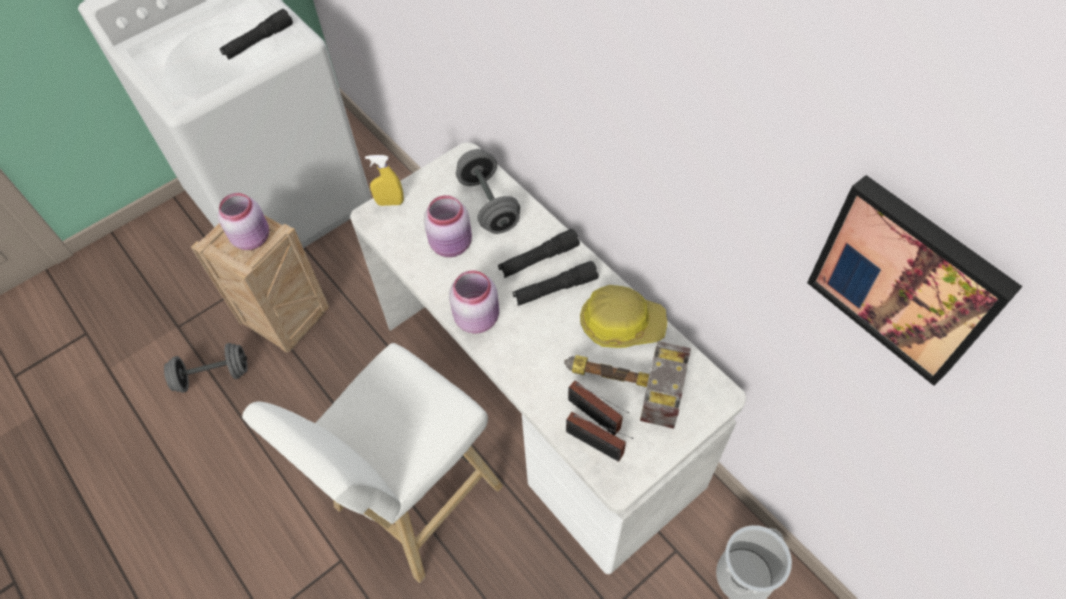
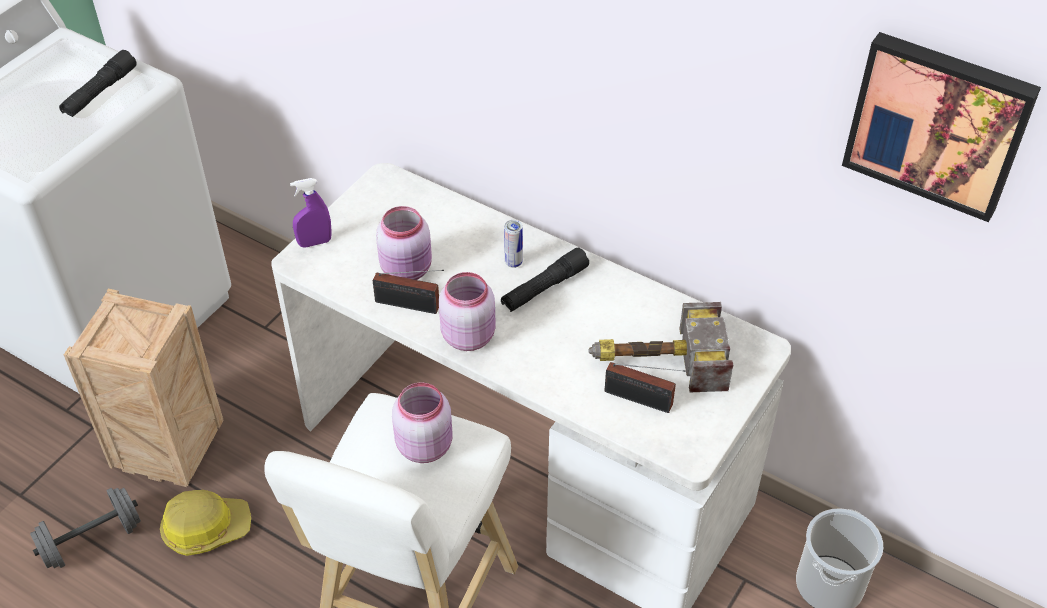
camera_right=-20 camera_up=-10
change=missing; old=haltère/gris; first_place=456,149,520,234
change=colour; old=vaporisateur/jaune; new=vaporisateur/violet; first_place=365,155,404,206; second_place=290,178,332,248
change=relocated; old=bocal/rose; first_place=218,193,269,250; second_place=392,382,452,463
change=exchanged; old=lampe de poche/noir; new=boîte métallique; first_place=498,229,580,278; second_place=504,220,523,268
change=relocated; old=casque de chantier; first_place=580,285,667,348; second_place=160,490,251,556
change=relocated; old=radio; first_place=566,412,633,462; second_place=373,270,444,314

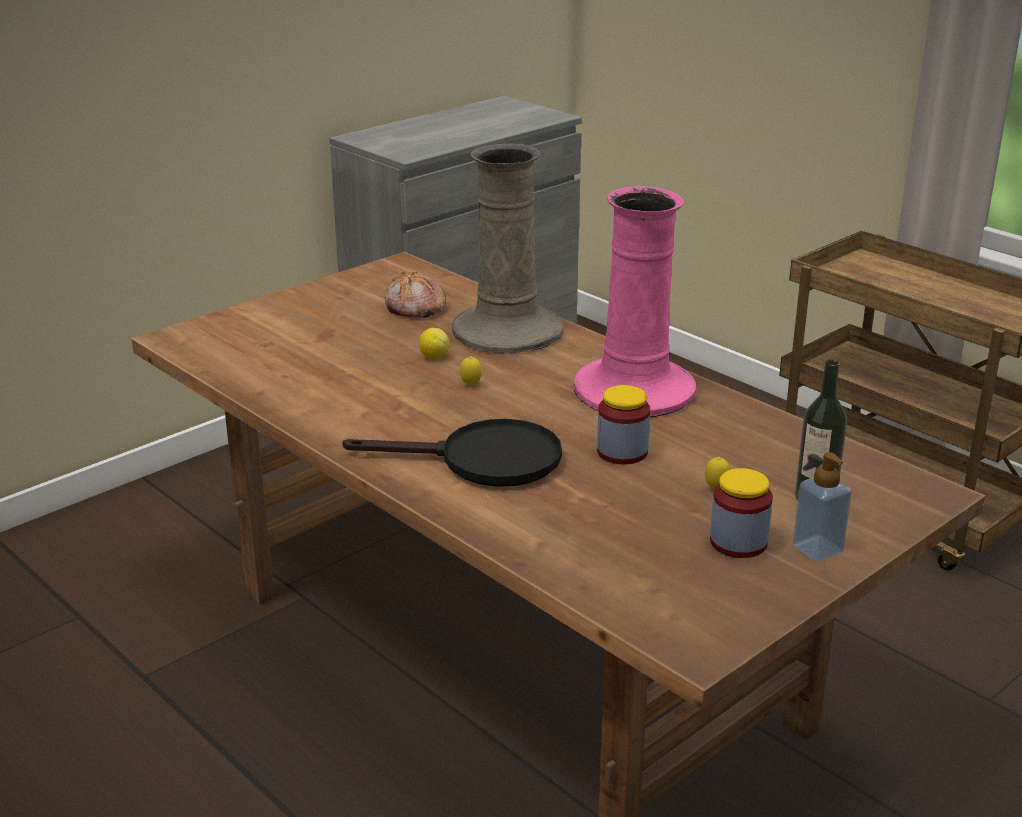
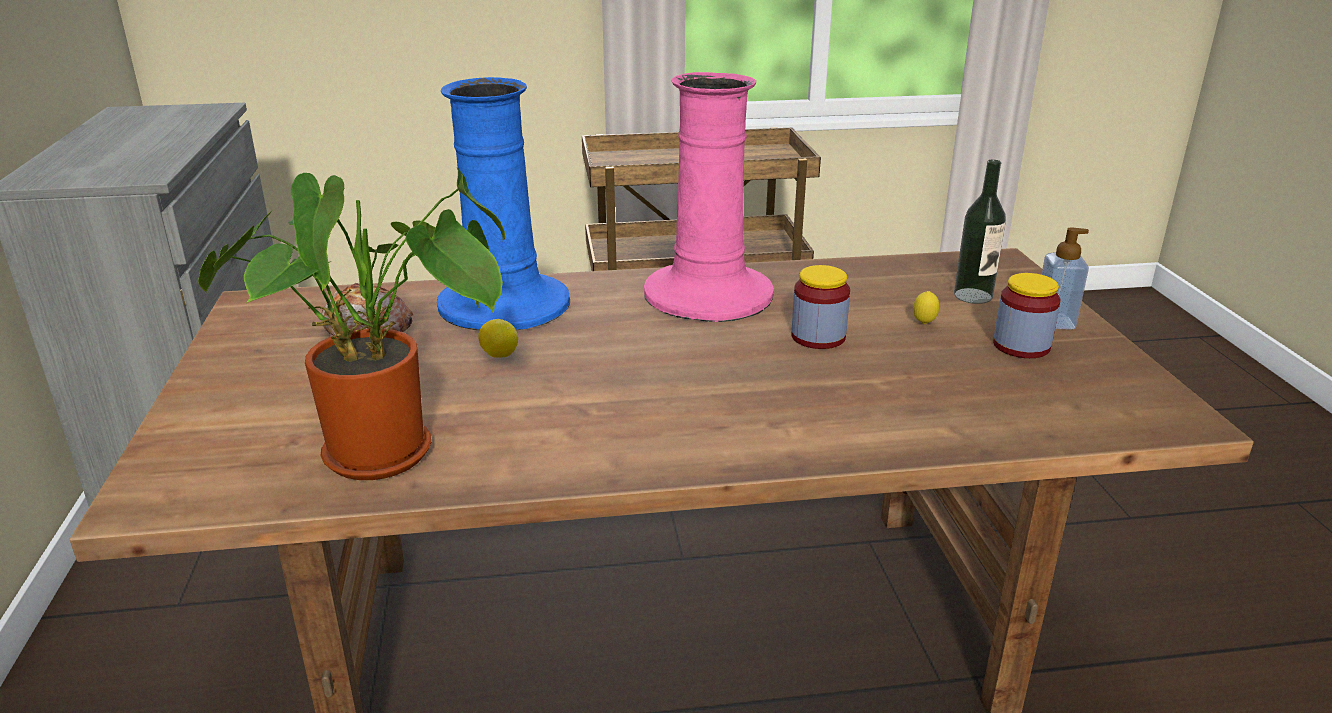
camera_right=-55 camera_up=0
change=colour; old=vase/beige; new=vase/bleu; first_place=452,144,563,354; second_place=437,77,570,331
change=missing; old=citron; first_place=460,356,482,385
change=missing; old=poêle/noir; first_place=342,419,562,487
change=appeared; new=plante en pot; second_place=198,167,505,480

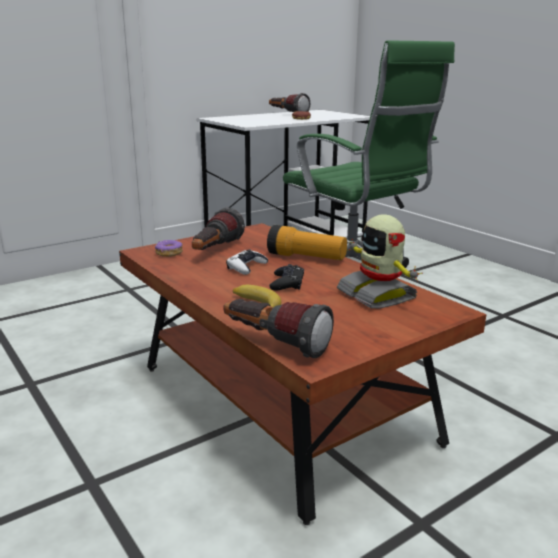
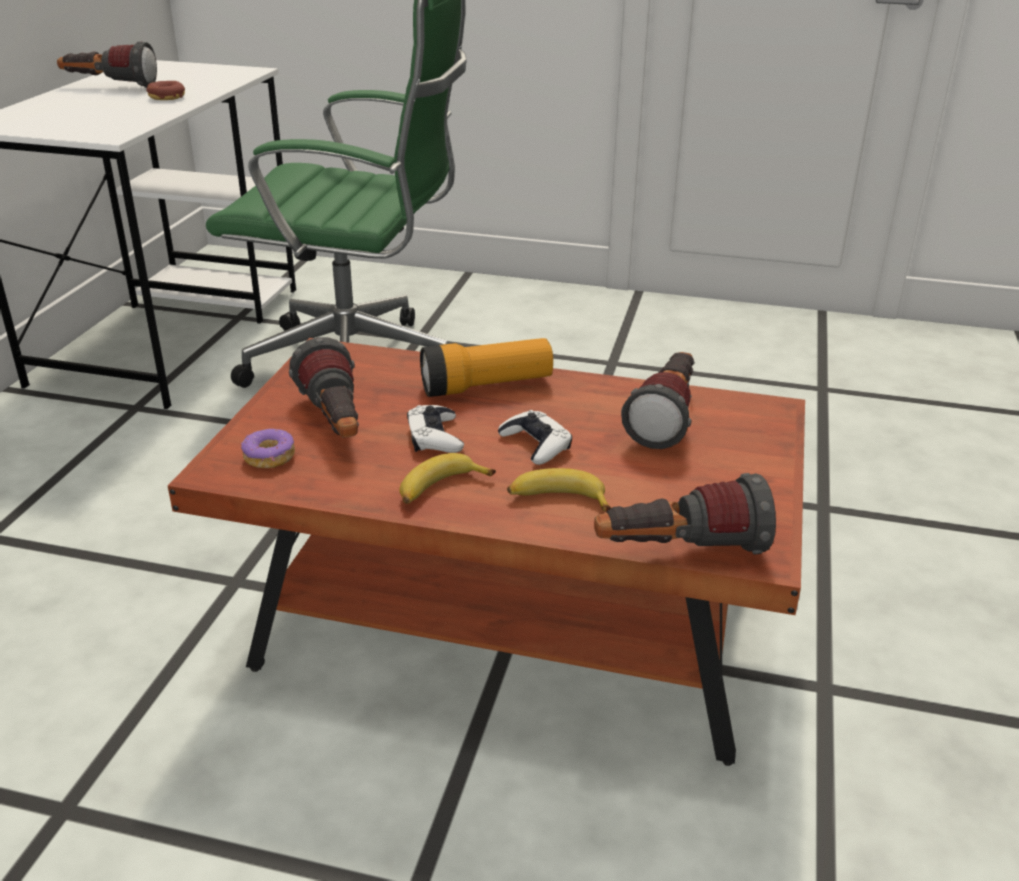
camera_right=-40 camera_up=10
change=exchanged; old=robot jouet; new=lampe de poche; first_place=337,214,422,308; second_place=621,352,695,449
change=colour; old=manette/noir; new=manette/blanc; first_place=269,264,304,290; second_place=498,410,572,465
change=appeared; new=banane; second_place=399,453,496,504

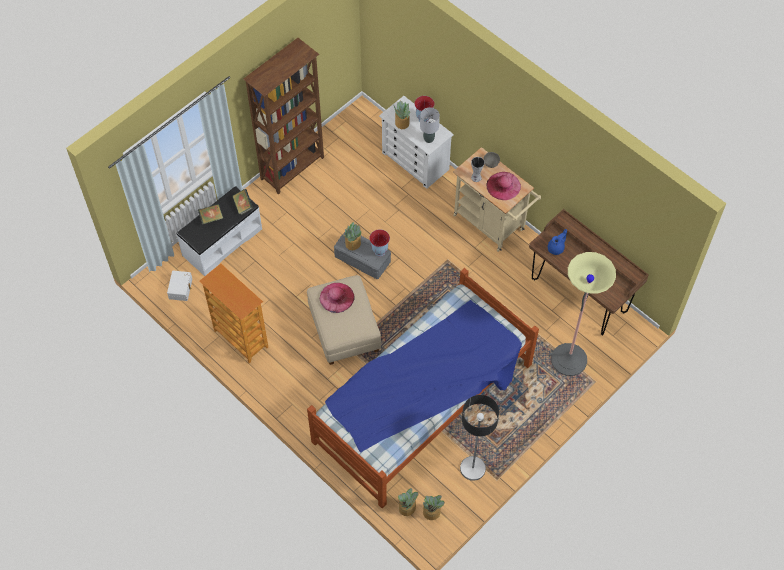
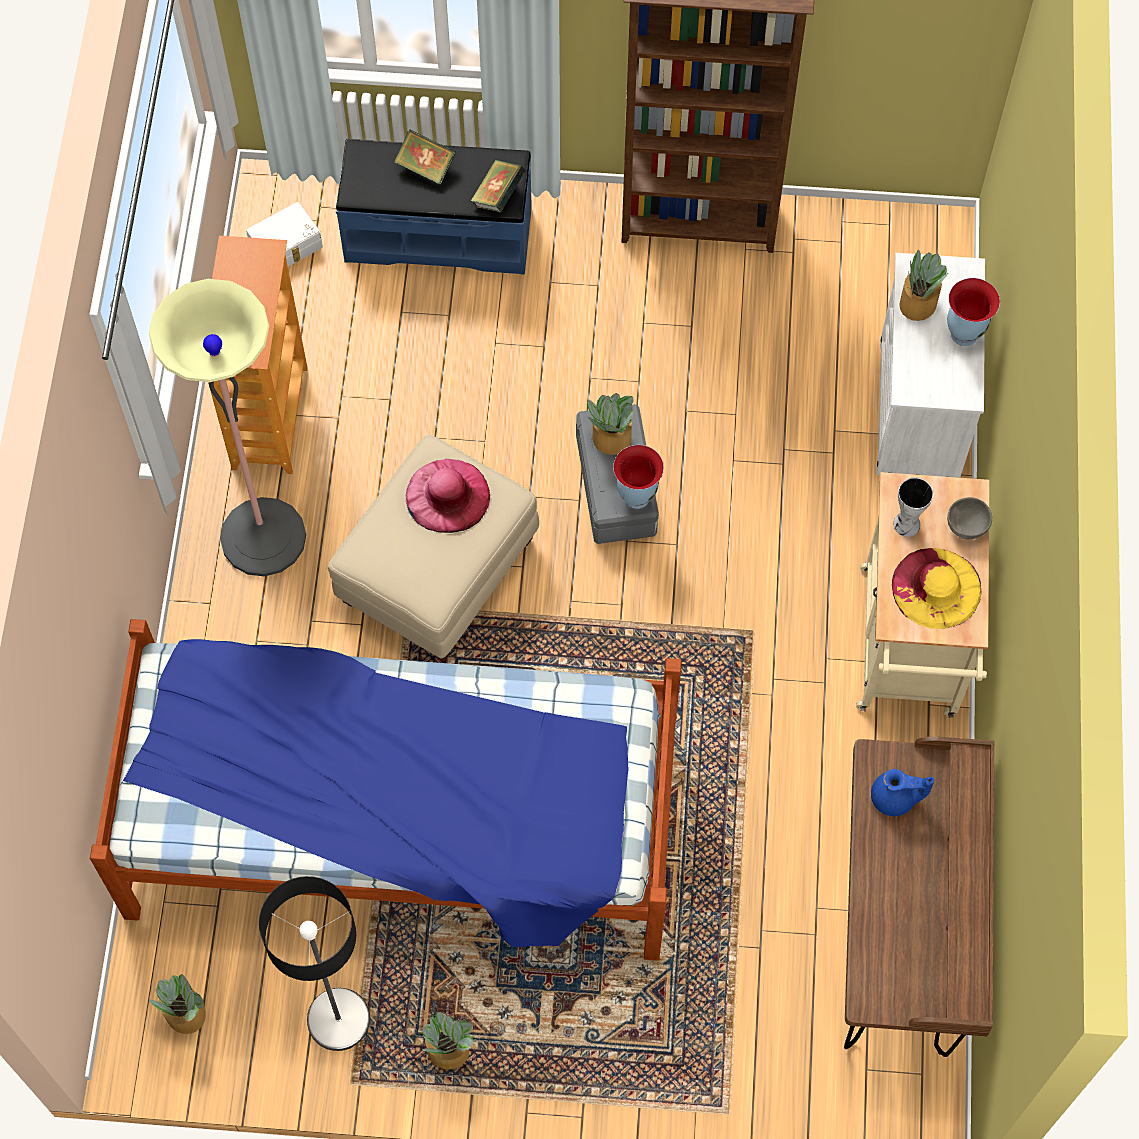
camera_right=50 camera_up=5
change=missing; old=lampe de table/gris; first_place=420,107,440,143
change=colour; old=chapeau/rose; new=chapeau/jaune; first_place=486,172,521,200; second_place=892,548,981,629
change=colour; old=banc/blanc; new=banc/bleu; first_place=176,186,262,276; second_place=336,139,532,275
change=relocated; old=lampadaire; first_place=551,252,616,376; second_place=149,279,306,576
change=relocated; old=plante en pot; first_place=398,488,418,516; second_place=422,1012,473,1070

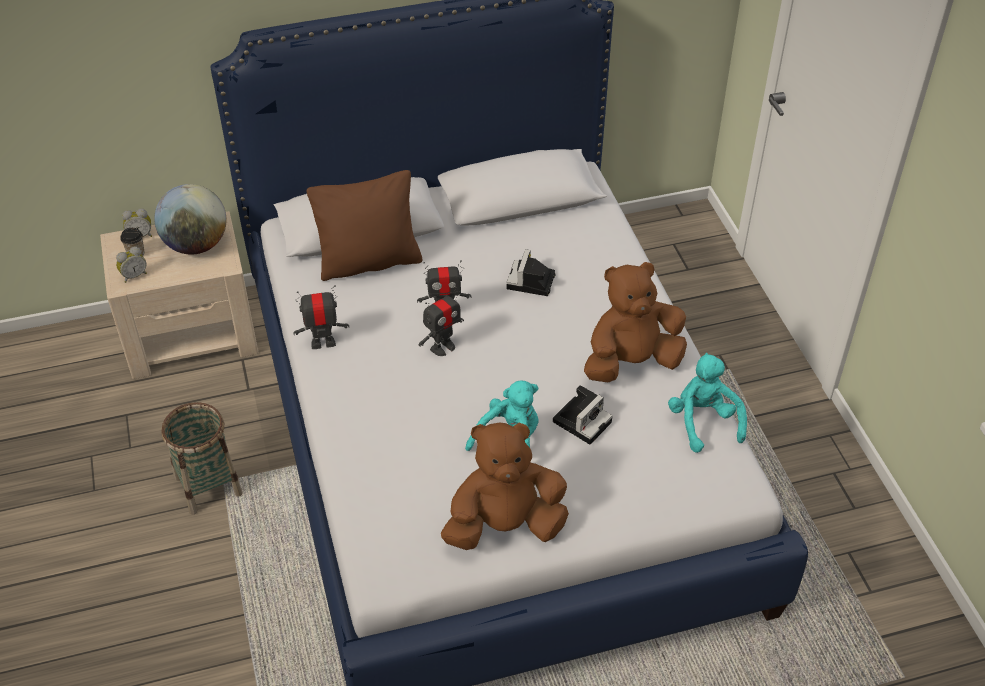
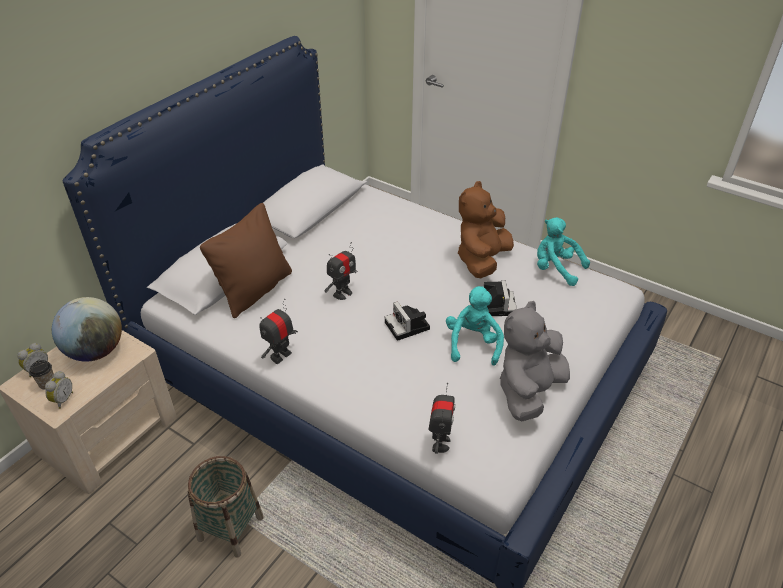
camera_right=-40 camera_up=-5
change=relocated; old=appareil photo; first_place=507,249,555,296; second_place=385,302,430,341
change=relocated; old=robot jouet; first_place=418,287,464,356; second_place=429,383,455,454
change=colour; old=peluche/marron; new=peluche/gris; first_place=441,423,569,550; second_place=500,301,570,421

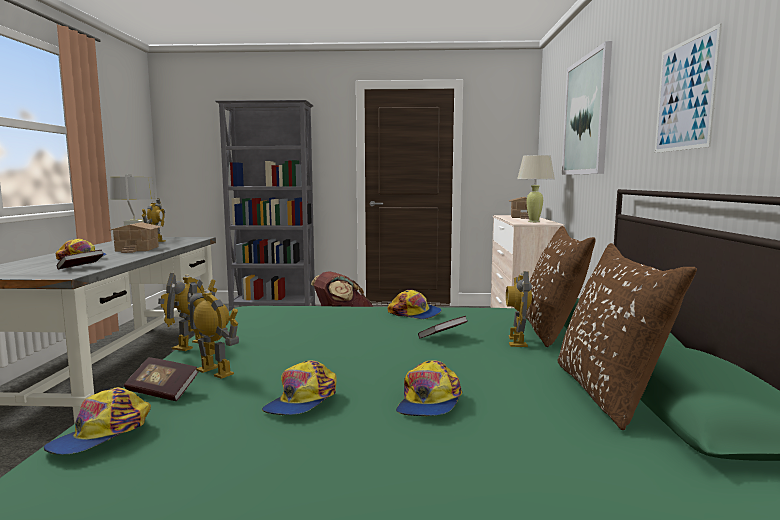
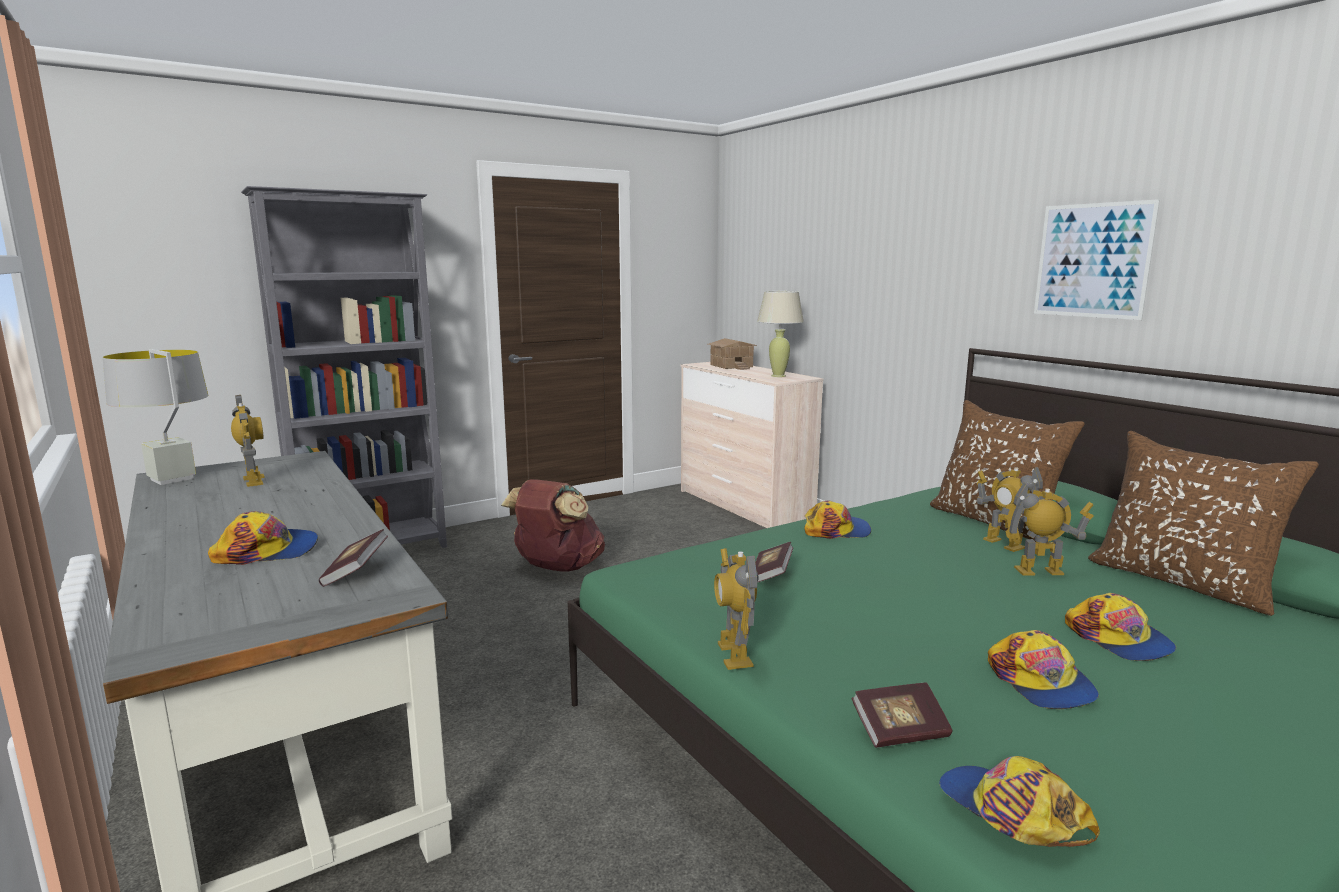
camera_right=-35 camera_up=5
change=missing; old=tableau; first_place=562,41,612,175
change=missing; old=maison miniature; first_place=110,222,161,253
change=relocated; old=robot jouet; first_place=187,281,239,379; second_place=1001,483,1094,576
change=relocated; old=livre; first_place=418,316,468,338; second_place=755,542,793,583
change=spun; old=casquette; first_place=44,387,151,455; second_place=939,756,1100,847; degrees=150

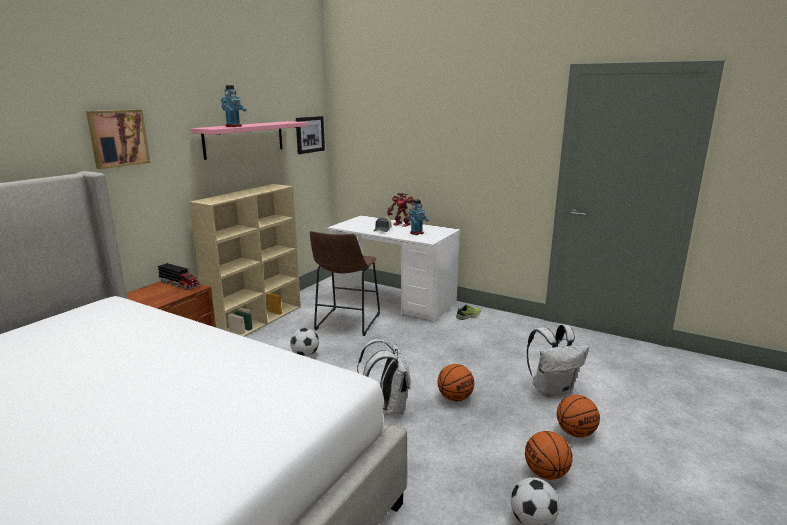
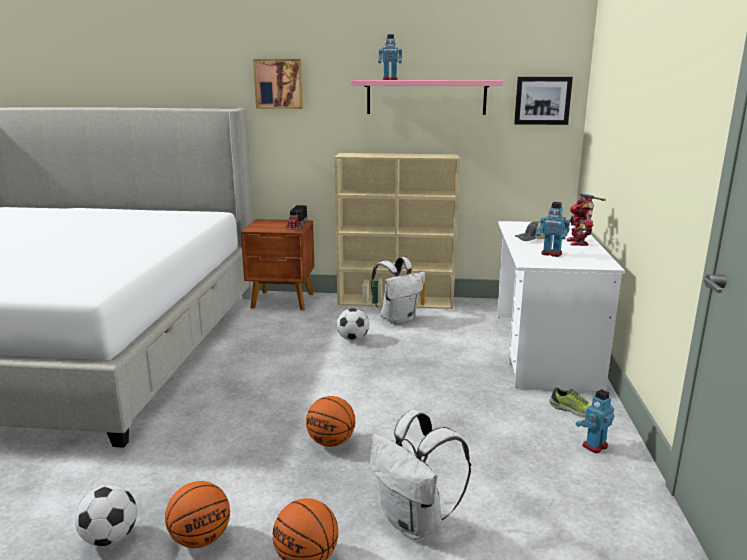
camera_right=65 camera_up=0
change=missing; old=tabouret/marron; first_place=310,231,380,336
change=relocated; old=sac à dos/blanc; first_place=357,339,411,415; second_place=371,257,425,325
change=appeared; new=robot jouet; second_place=576,389,614,453

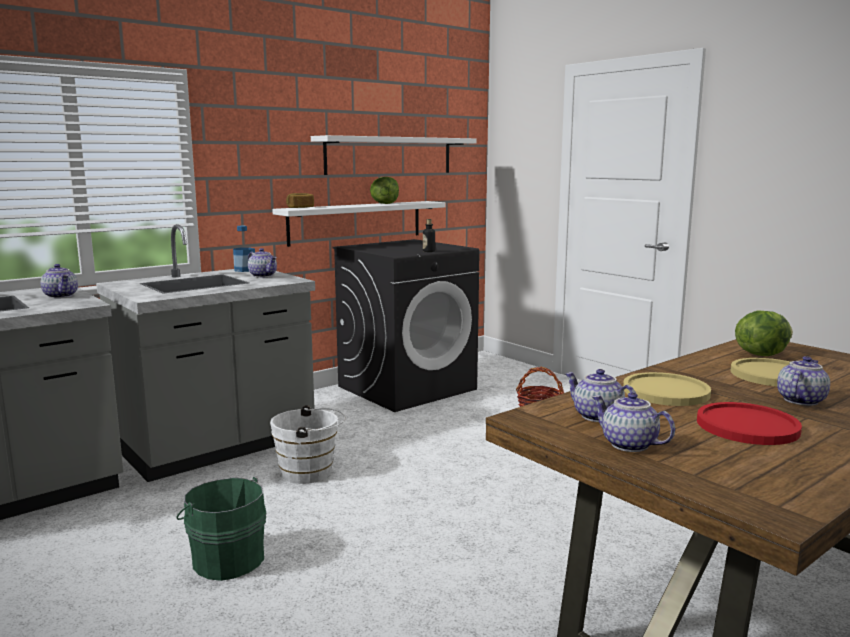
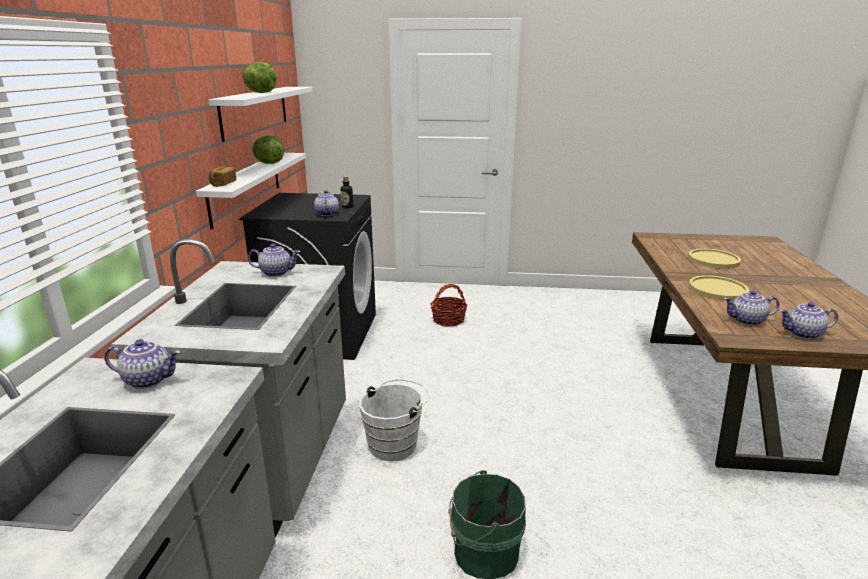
camera_right=-45 camera_up=10
change=missing; old=bouteille; first_place=233,225,255,272
change=relocated; old=laitue; first_place=735,310,793,356; second_place=243,62,277,93
change=relocated; old=théière; first_place=777,356,830,406; second_place=314,190,339,216
change=missing; old=assiette/rouge; first_place=697,402,802,445

